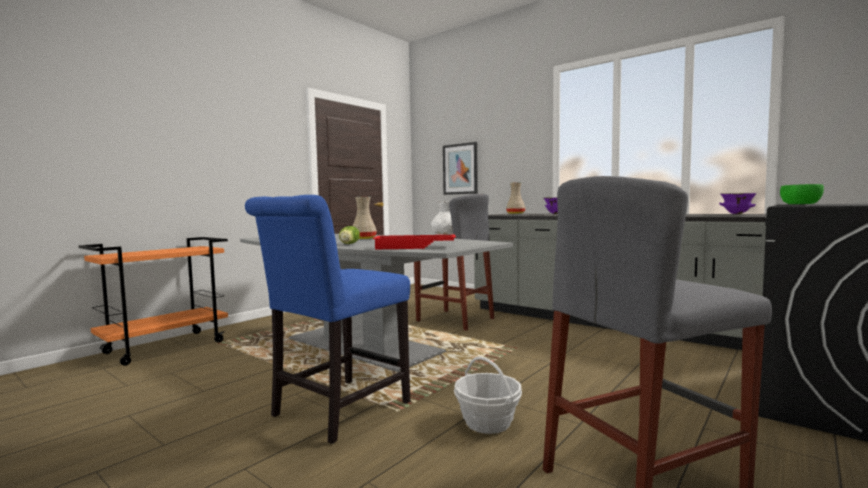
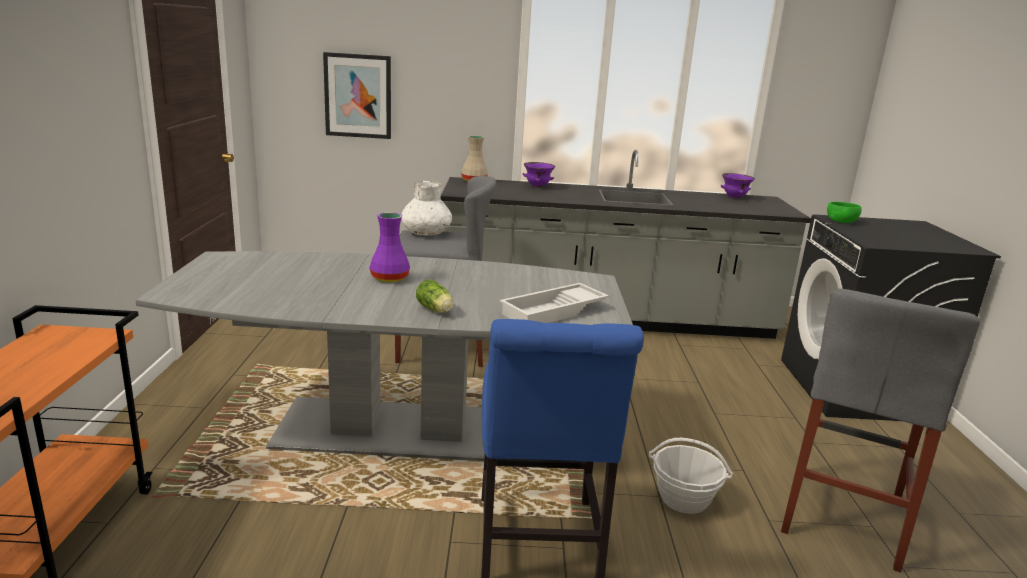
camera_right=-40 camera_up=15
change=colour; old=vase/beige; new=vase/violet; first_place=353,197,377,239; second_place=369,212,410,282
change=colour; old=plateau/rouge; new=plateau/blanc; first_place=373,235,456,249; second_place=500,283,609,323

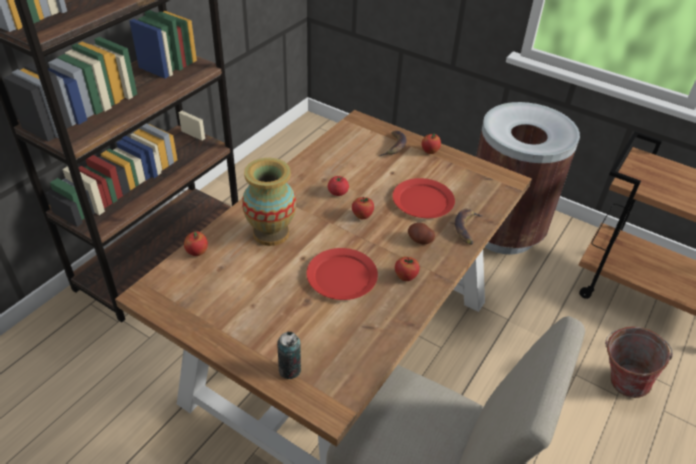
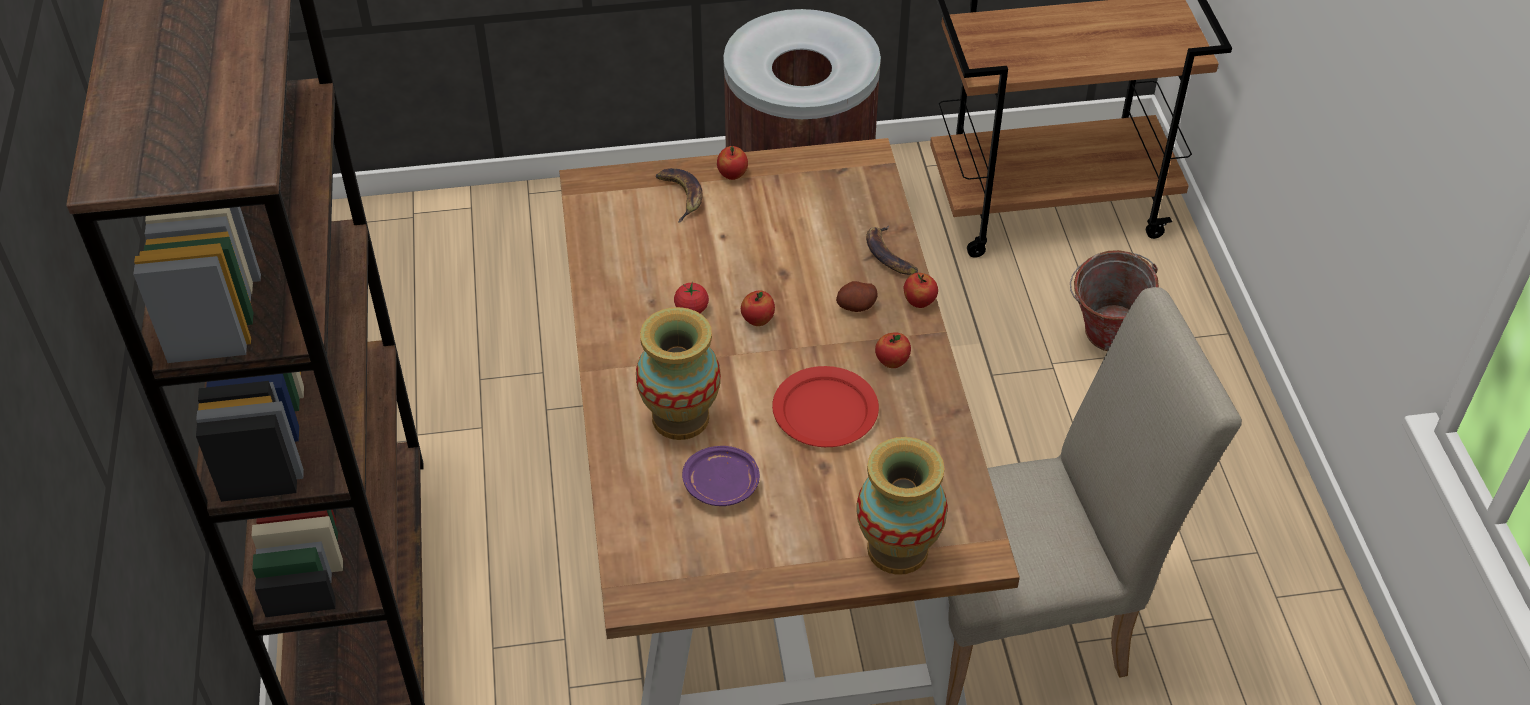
camera_right=-40 camera_up=5
change=missing; old=assiette/rouge; first_place=393,178,455,218
change=relocated; old=pomme; first_place=184,231,208,256; second_place=904,273,938,308
change=exchanged; old=boîte métallique; new=vase; first_place=277,332,301,379; second_place=856,437,948,575
change=appeared; new=assiette/violet; second_place=682,446,760,506

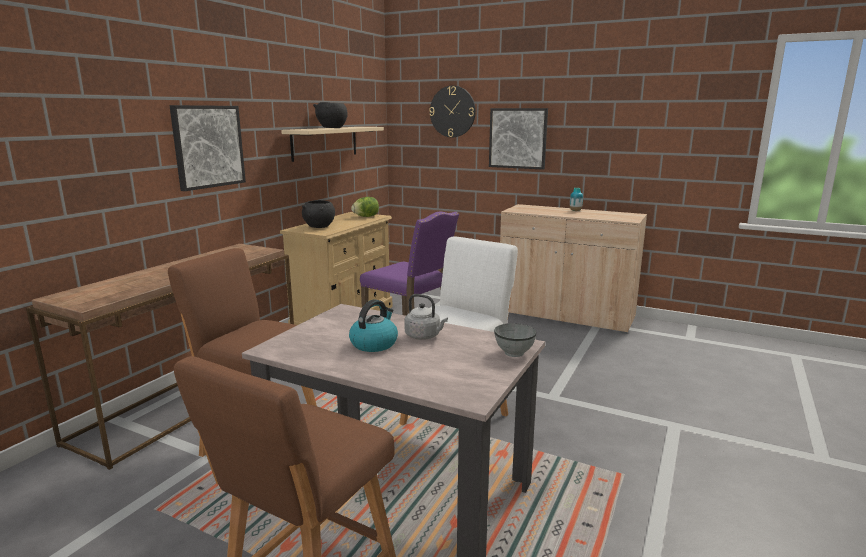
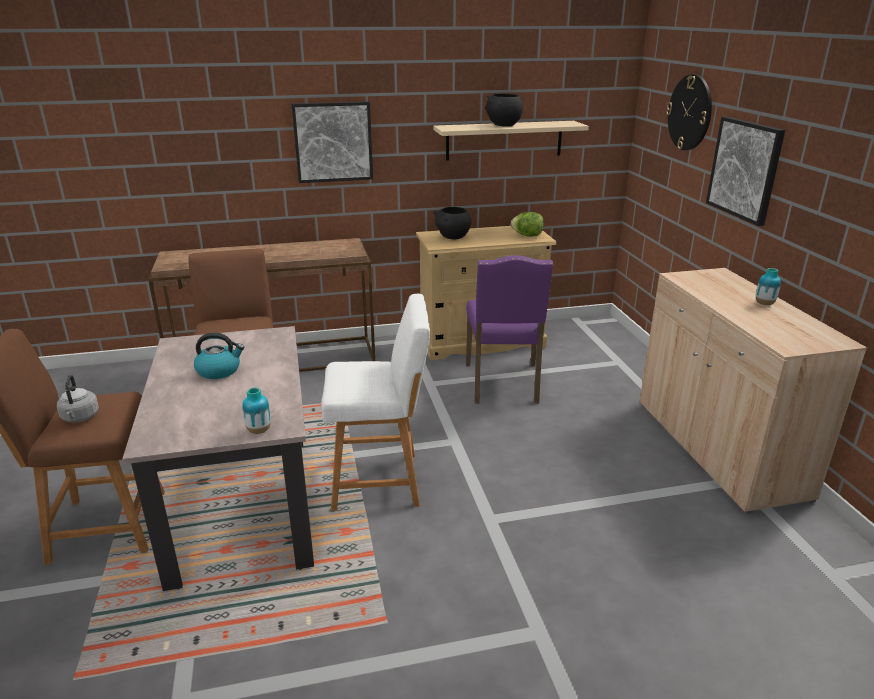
camera_right=50 camera_up=10
change=relocated; old=bouilloire/gris; first_place=404,294,448,340; second_place=57,375,99,423
change=exchanged; old=bol/gris; new=vase; first_place=494,323,537,357; second_place=242,388,271,434

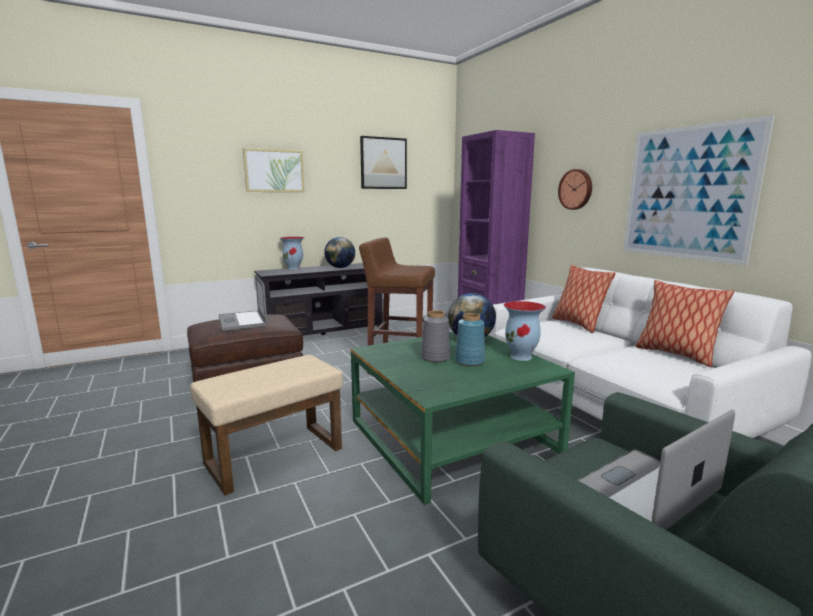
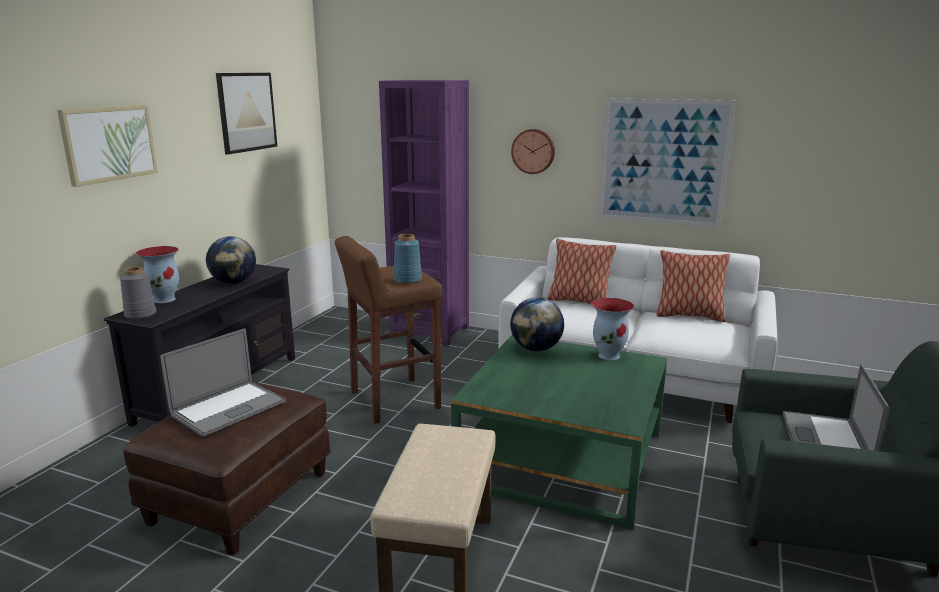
camera_right=-40 camera_up=5
change=spun; old=ordinateur portable; first_place=219,274,267,331; second_place=160,328,286,437; degrees=-75
change=relocated; old=vase/gris; first_place=421,310,450,362; second_place=120,267,156,319
change=relocated; old=vase/bleu; first_place=455,313,485,366; second_place=394,234,422,284

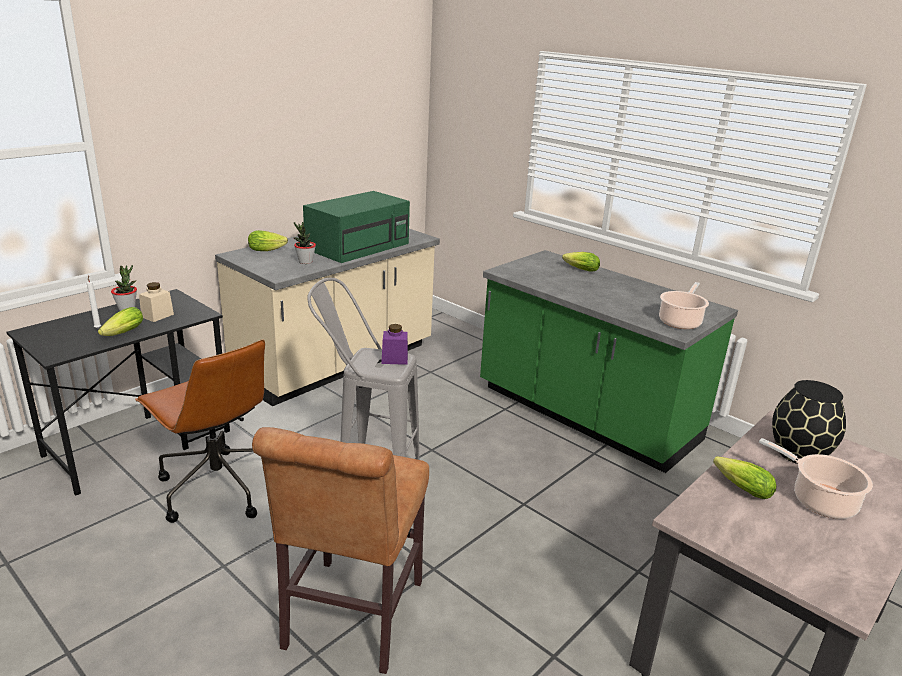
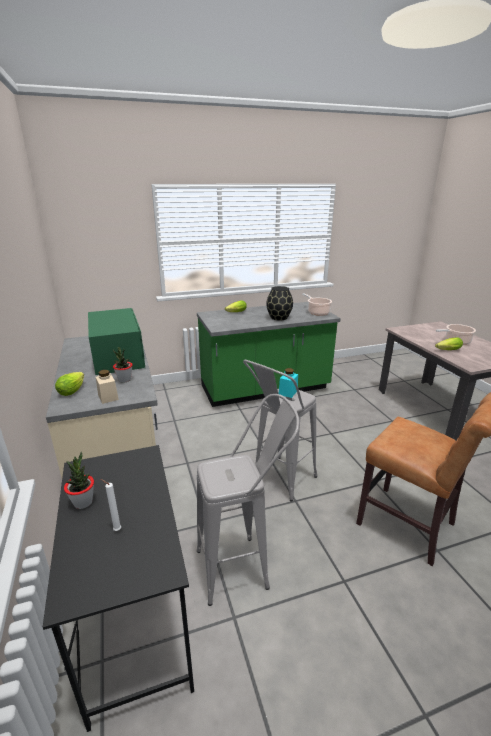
camera_right=-60 camera_up=0
change=relocated; old=bocal/beige; first_place=139,282,174,322; second_place=96,370,119,404
change=missing; old=laitue; first_place=98,307,143,336
change=colour; old=bocal/violet; new=bocal/turquoise; first_place=381,324,408,365; second_place=279,368,298,398
change=exchanged; old=chaise de bureau/marron; new=tabouret/gris; first_place=135,339,265,523; second_place=197,394,300,606
change=relocated; old=vase/noir; first_place=772,380,846,464; second_place=266,286,293,321

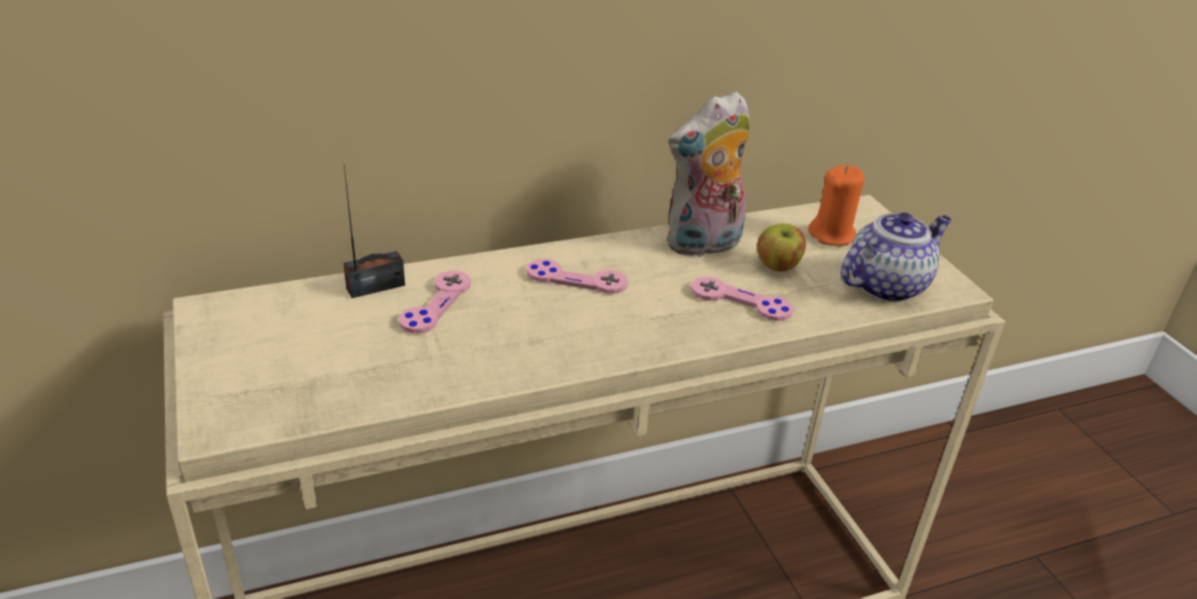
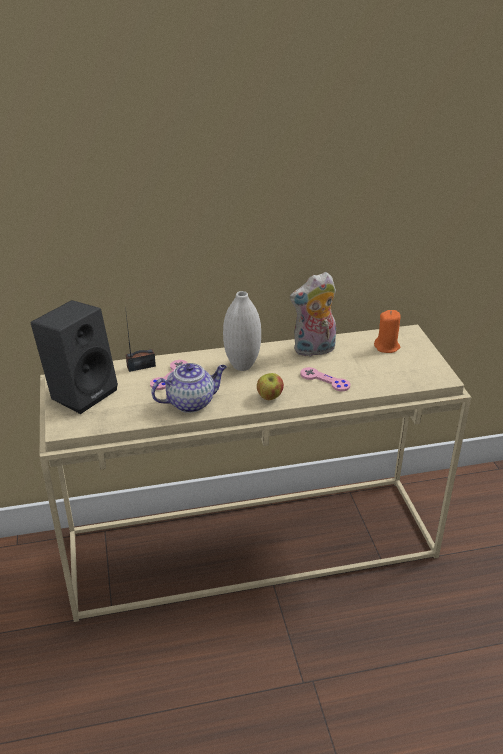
camera_right=10 camera_up=0
change=relocated; old=théière; first_place=840,212,952,302; second_place=151,363,227,413
change=relocated; old=pomme; first_place=757,223,806,272; second_place=257,373,284,400
change=exchanged; old=manette/rose; new=vase/blanc; first_place=526,259,628,294; second_place=223,291,261,371
change=appeared; new=enceinte/noir; second_place=30,300,118,414

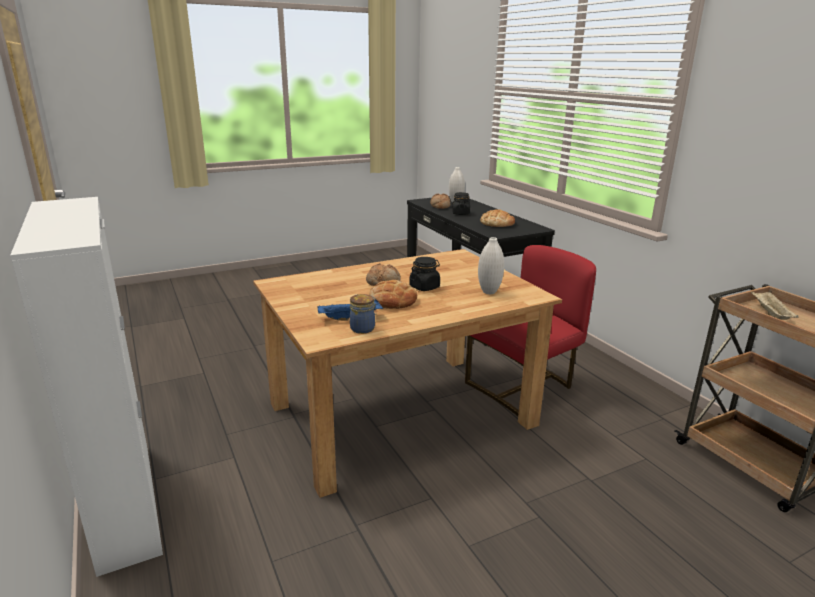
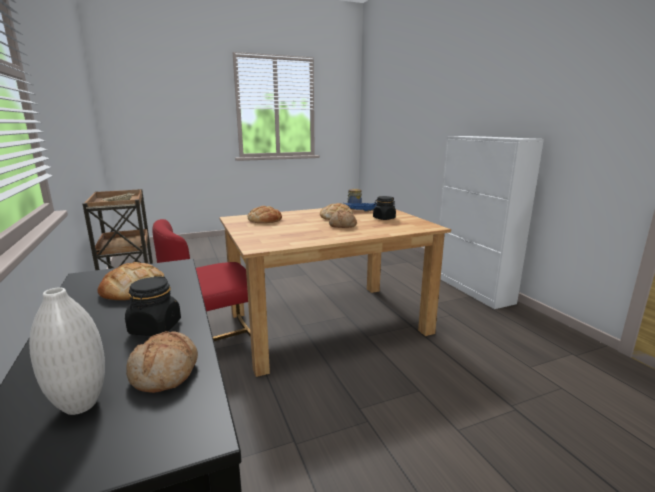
camera_right=-175 camera_up=-5
change=exchanged; old=vase/blanc; new=pain; first_place=478,237,504,294; second_place=248,206,282,223
change=relocated; old=bocal/noir; first_place=410,257,440,291; second_place=373,196,396,220

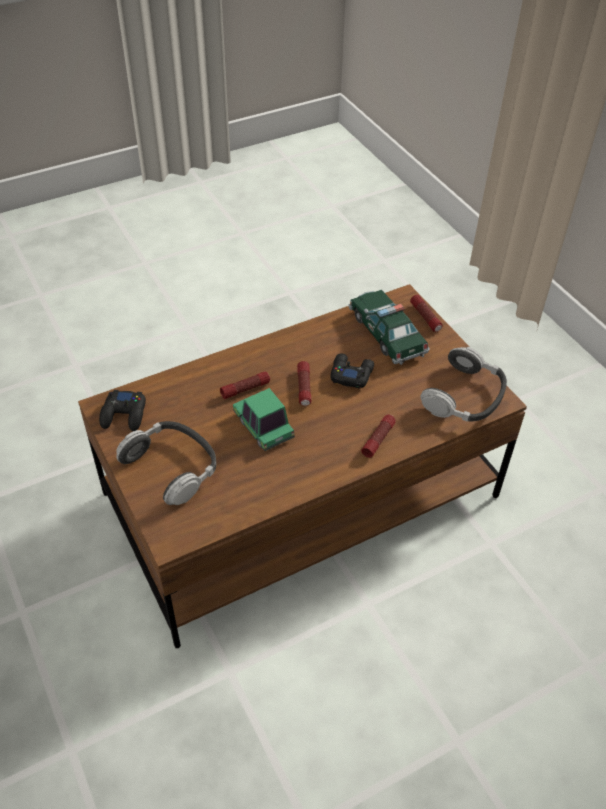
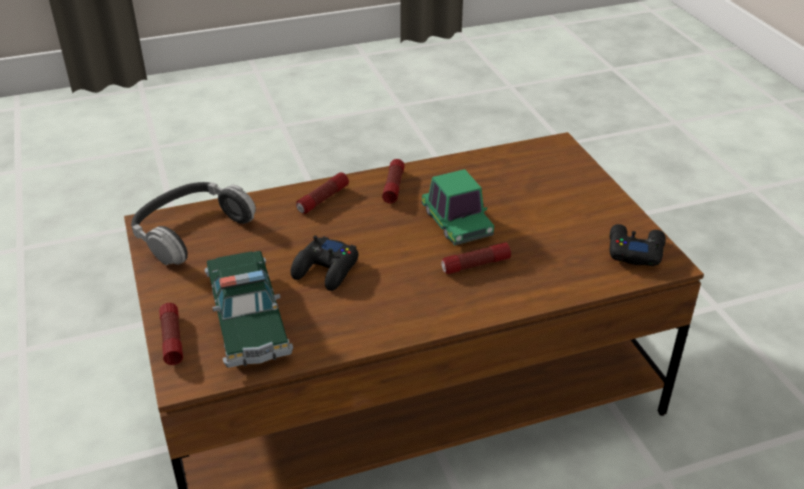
camera_right=-170 camera_up=-10
change=relocated; old=lampe de poche; first_place=297,361,312,406; second_place=382,159,405,203
change=missing; old=casque audio; first_place=116,421,216,505

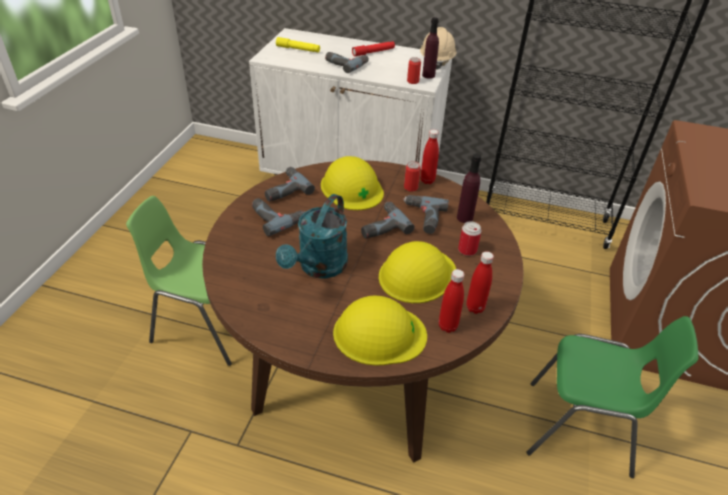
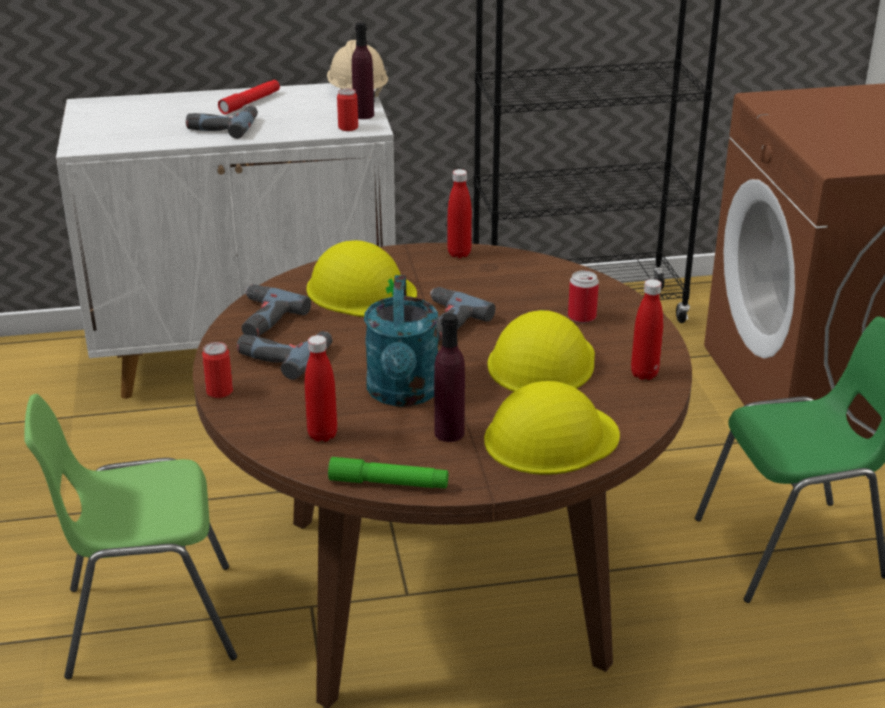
camera_right=-25 camera_up=-10
change=missing; old=lampe de poche/jaune; first_place=276,37,320,52
change=relocated; old=bouteille/violet; first_place=457,154,481,223; second_place=434,313,465,442
change=relocated; old=boîte métallique; first_place=404,161,421,192; second_place=202,342,233,398
change=missing; old=perceuse; first_place=403,195,449,234
change=relocated; old=bouteille/rouge; first_place=439,269,464,333; second_place=305,335,337,442
change=appeared; new=lampe de poche/vert; second_place=328,457,448,489

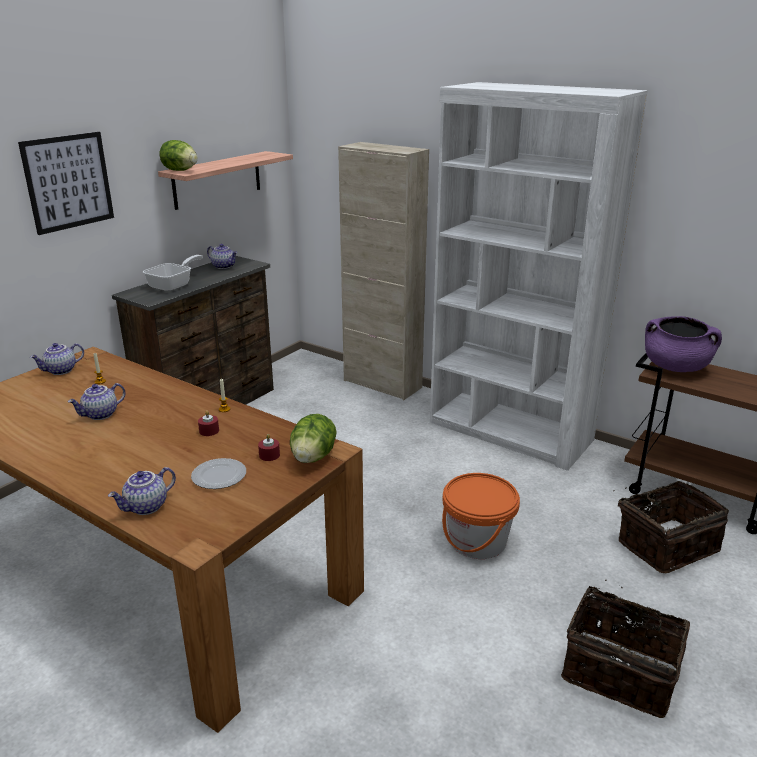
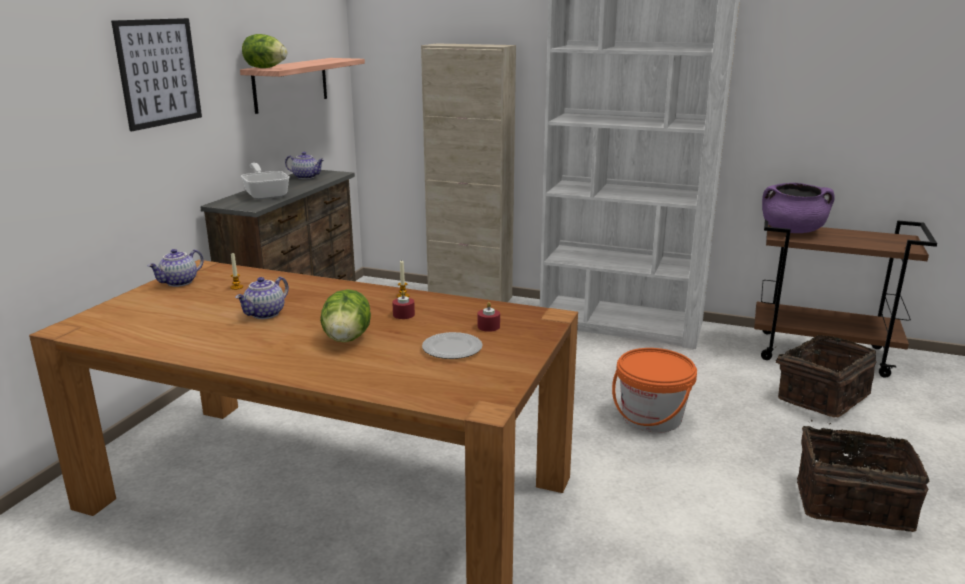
camera_right=-15 camera_up=-5
change=spun; old=poêle; first_place=143,255,203,291; second_place=241,163,290,199; degrees=-45
change=relocated; old=laitue; first_place=290,414,337,463; second_place=320,289,371,342
change=missing; old=théière; first_place=108,467,176,515

